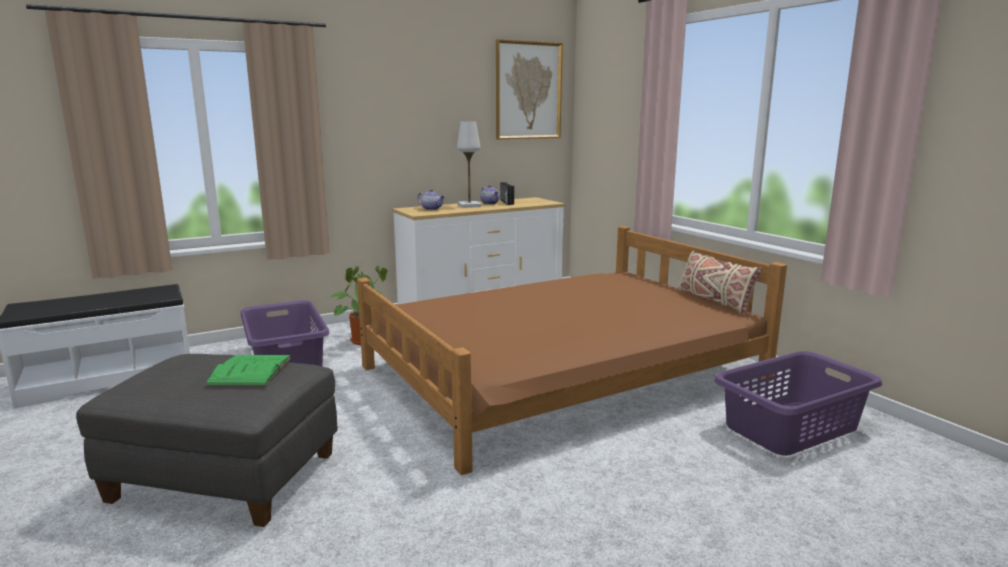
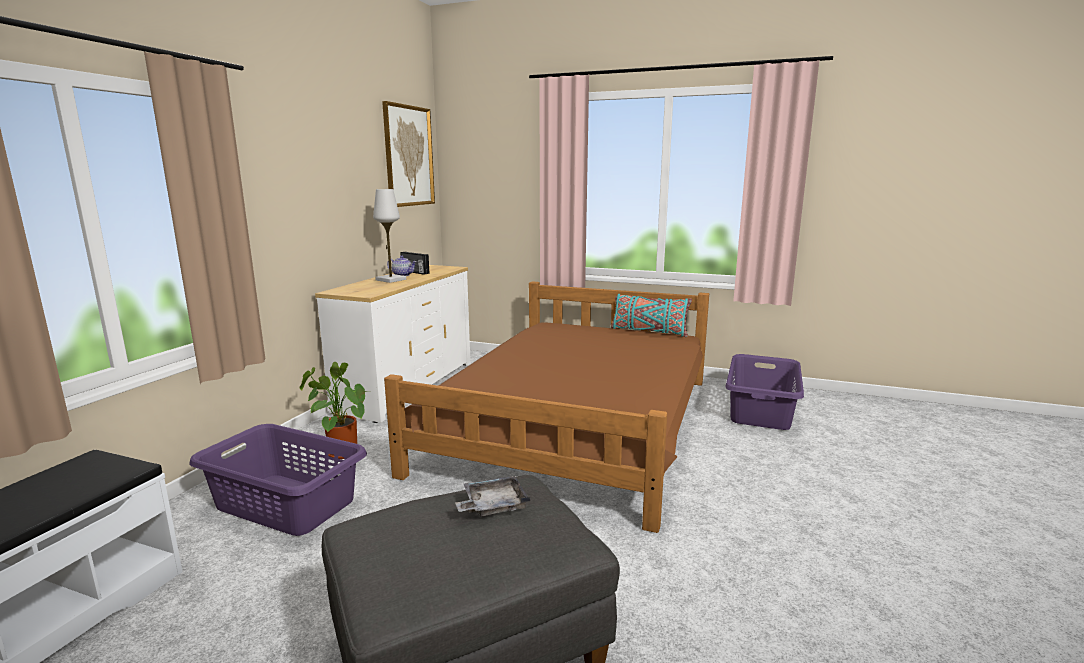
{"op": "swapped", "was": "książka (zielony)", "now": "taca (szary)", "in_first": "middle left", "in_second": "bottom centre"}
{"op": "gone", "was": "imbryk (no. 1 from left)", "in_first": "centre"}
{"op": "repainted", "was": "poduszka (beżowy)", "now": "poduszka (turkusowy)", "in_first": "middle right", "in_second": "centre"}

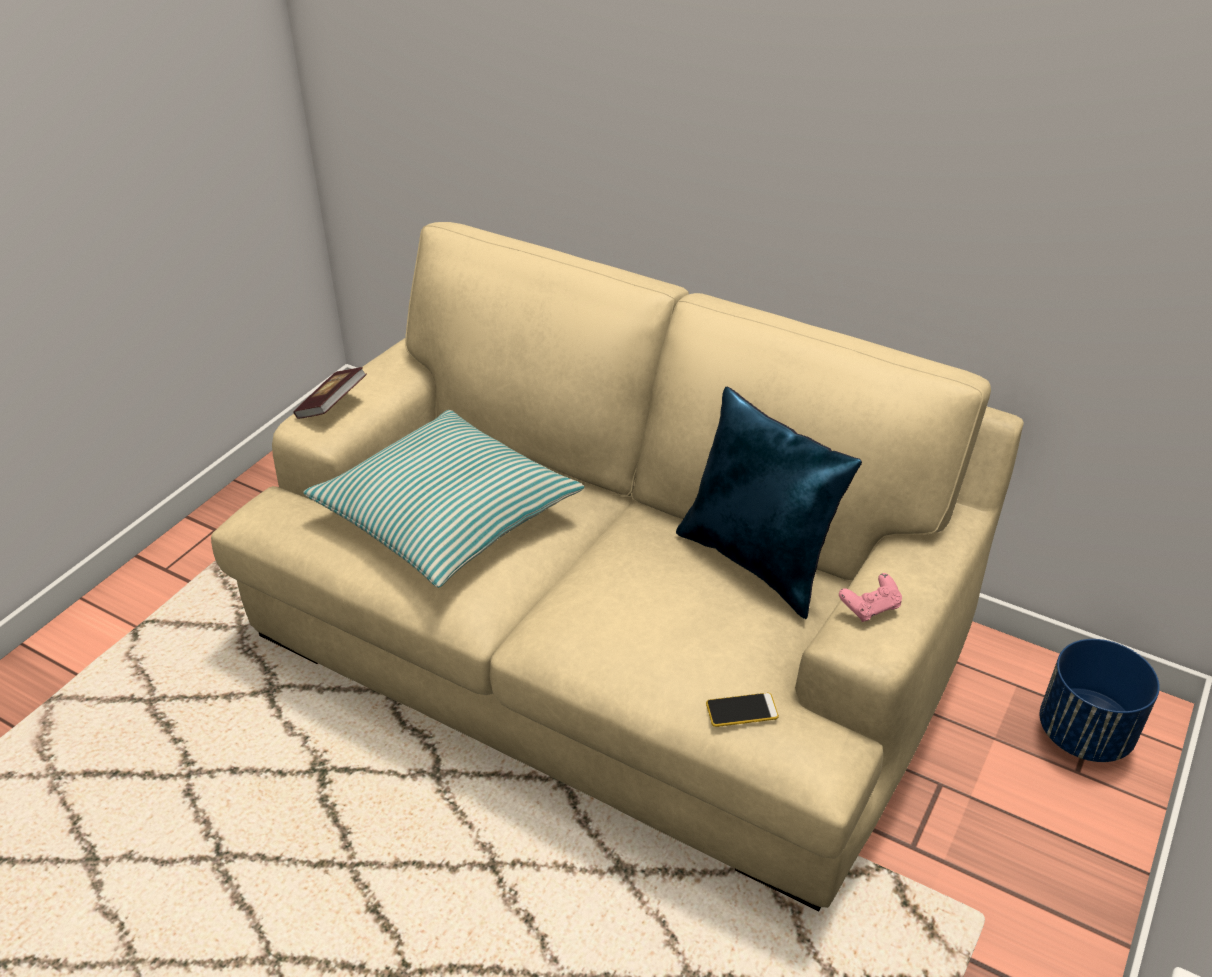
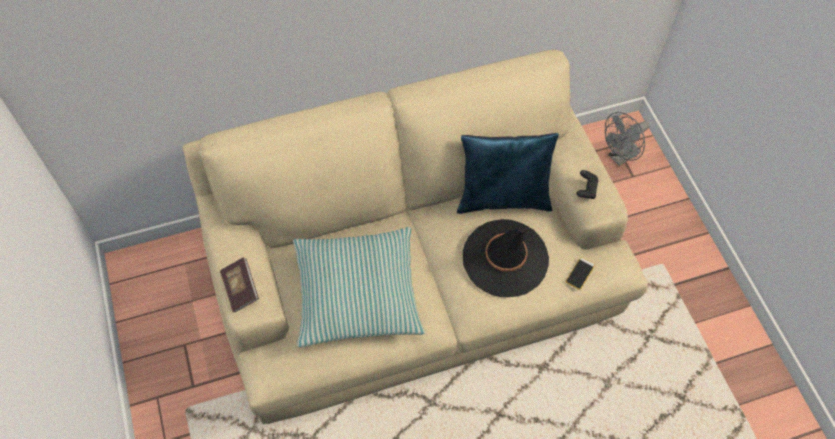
{"op": "repainted", "was": "pad do gier (różowy)", "now": "pad do gier (czarny)", "in_first": "middle right", "in_second": "middle right"}
{"op": "swapped", "was": "donica (niebieski)", "now": "wentylator (szary)", "in_first": "bottom right", "in_second": "top right"}
{"op": "new", "now": "kapelusz (czarny)", "in_second": "centre"}

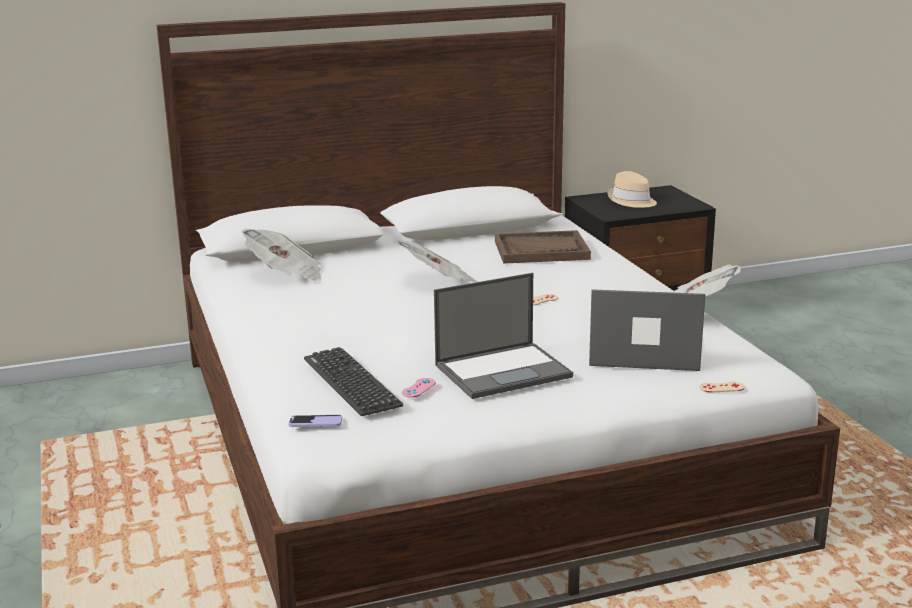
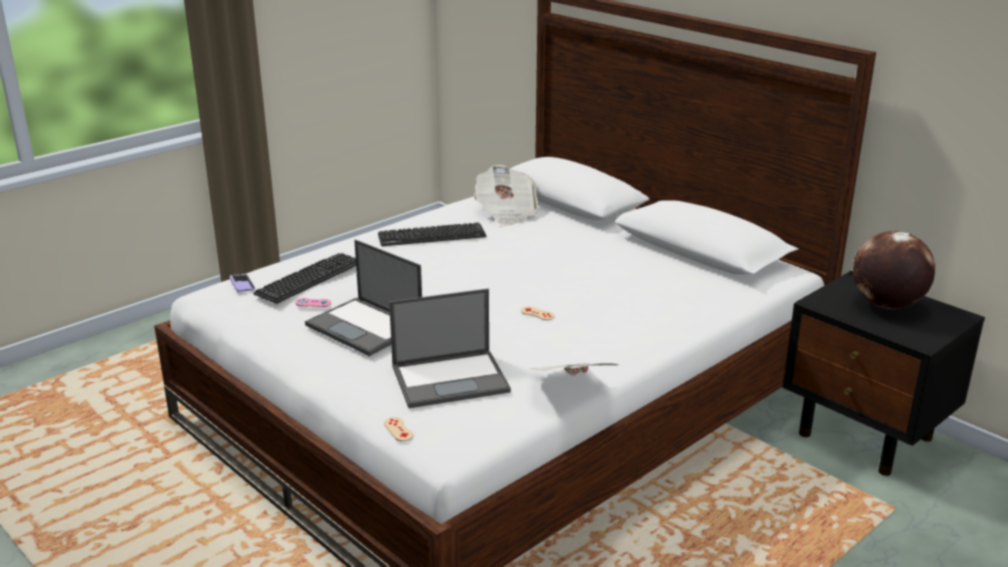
{"op": "gone", "was": "gazeta (no. 2 from left)", "in_first": "centre"}
{"op": "gone", "was": "taca (brązowy)", "in_first": "centre"}
{"op": "rotated", "was": "laptop (no. 2 from left)", "in_first": "middle right", "in_second": "centre", "clockwise": 90}
{"op": "swapped", "was": "kapelusz (beżowy)", "now": "globus", "in_first": "top right", "in_second": "middle right"}
{"op": "new", "now": "klawiatura (no. 2 from left)", "in_second": "centre"}

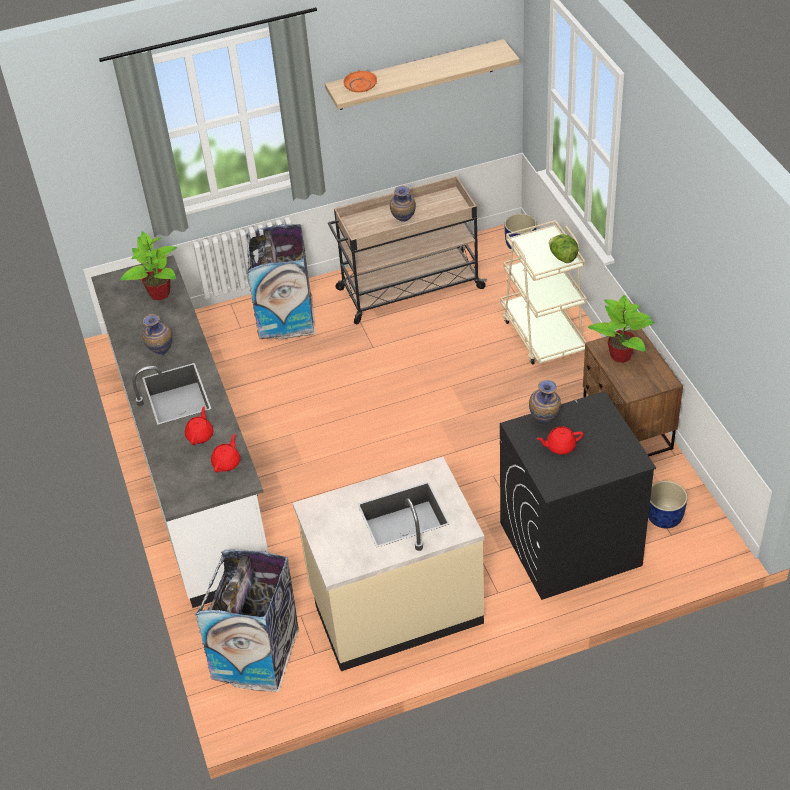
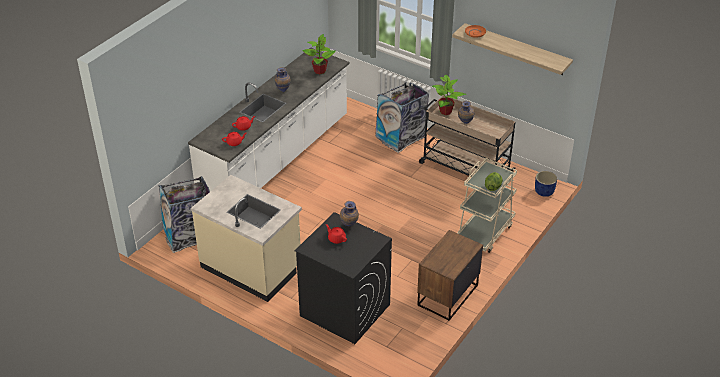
{"op": "shifted", "was": "roślina doniczkowa (no. 2 from left)", "in_first": "middle right", "in_second": "top centre"}
{"op": "gone", "was": "donica (niebieski) (no. 2 from left)", "in_first": "middle right"}

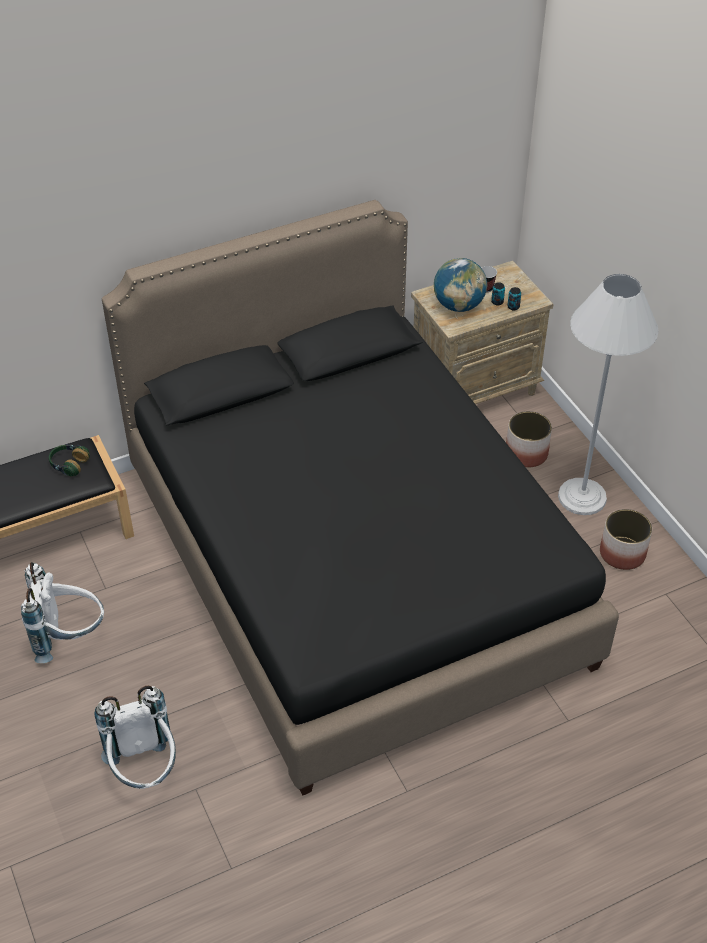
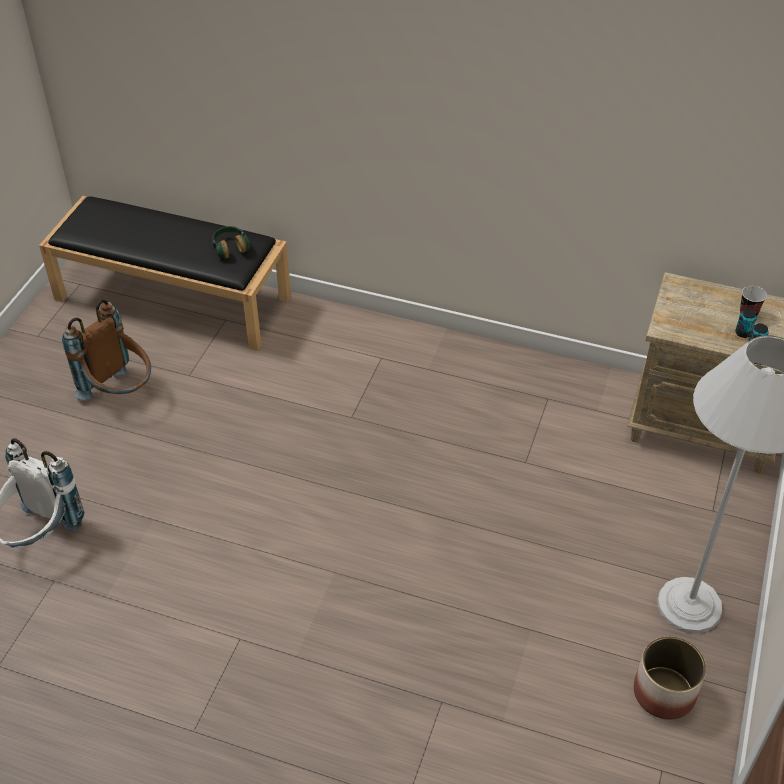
{"op": "repainted", "was": "plecak (biały) (no. 1 from left)", "now": "plecak (brązowy)", "in_first": "middle left", "in_second": "middle left"}
{"op": "gone", "was": "łóżko (czarny)", "in_first": "centre"}
{"op": "gone", "was": "globus", "in_first": "top centre"}
{"op": "gone", "was": "donica (no. 1 from left)", "in_first": "middle right"}

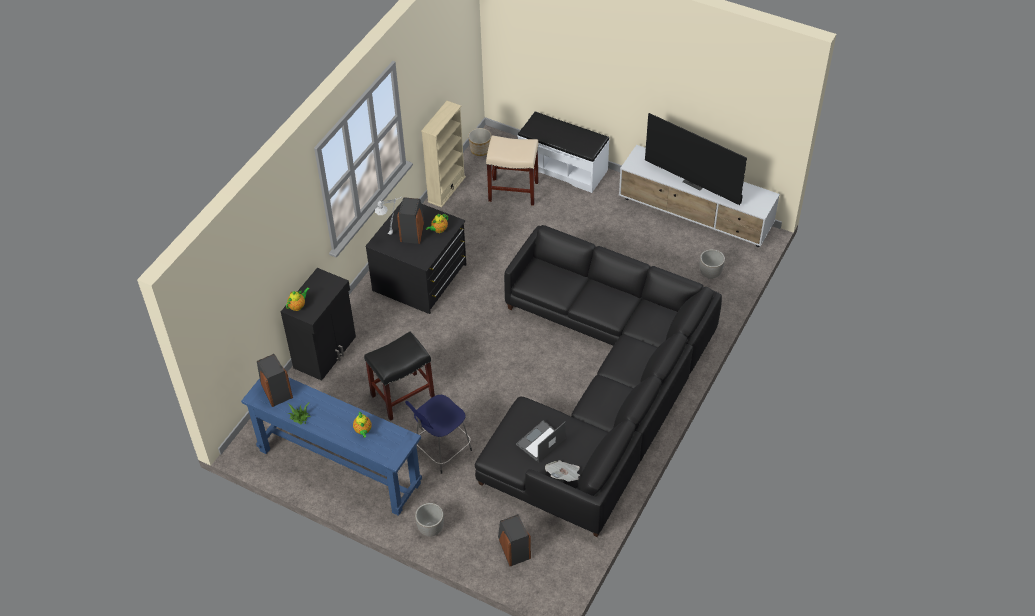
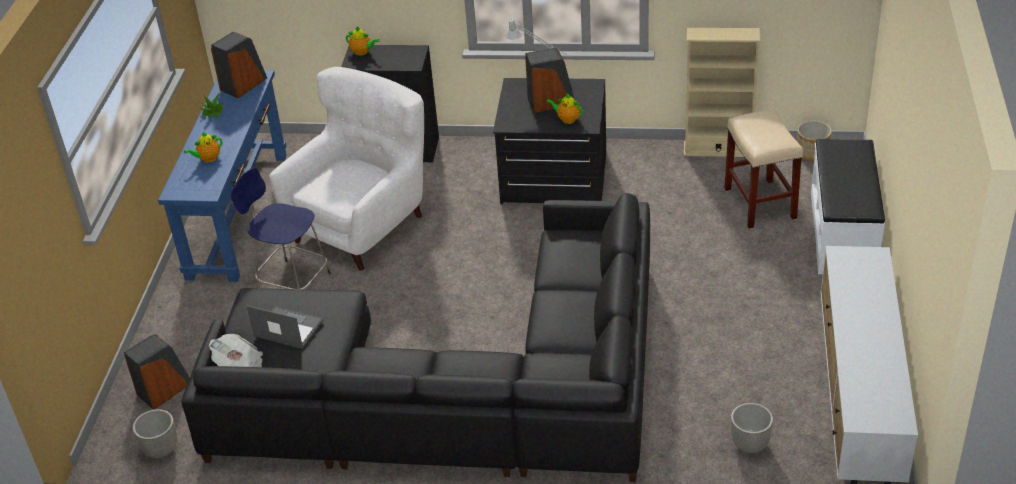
{"op": "swapped", "was": "stołek (czarny)", "now": "fotel (biały)", "in_first": "centre", "in_second": "centre"}
{"op": "shifted", "was": "donica (no. 1 from left)", "in_first": "bottom centre", "in_second": "bottom left"}
{"op": "gone", "was": "telewizor", "in_first": "top right"}

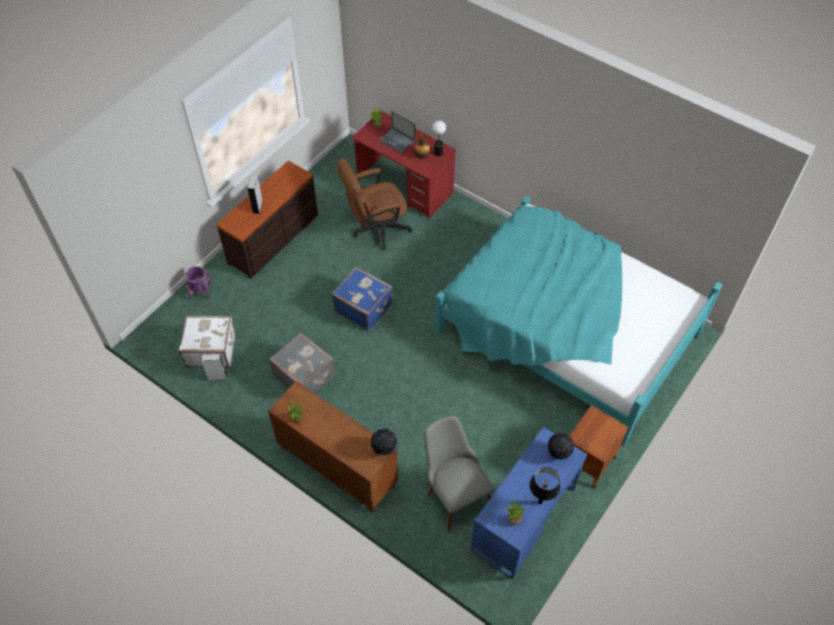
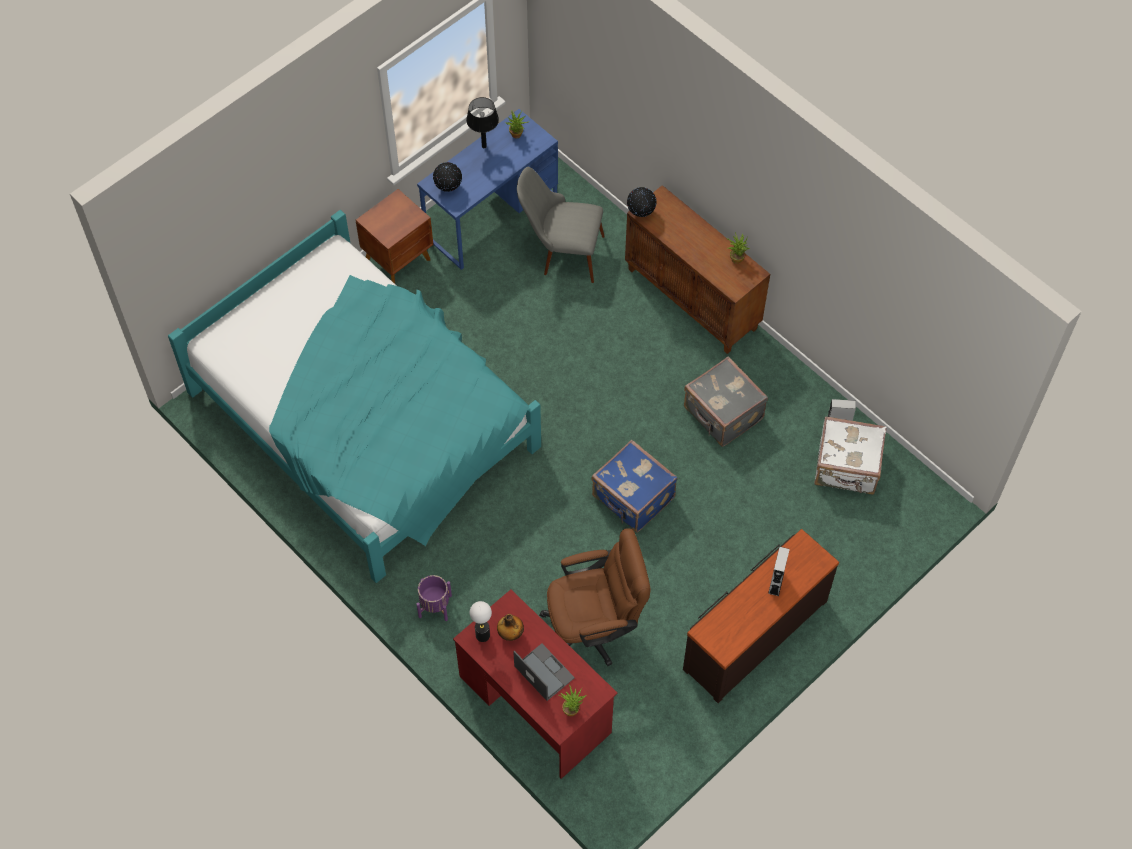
{"op": "shifted", "was": "donica (fioletowy)", "in_first": "middle left", "in_second": "bottom centre"}
{"op": "rotated", "was": "krzesło (szary)", "in_first": "bottom centre", "in_second": "top centre", "clockwise": 120}

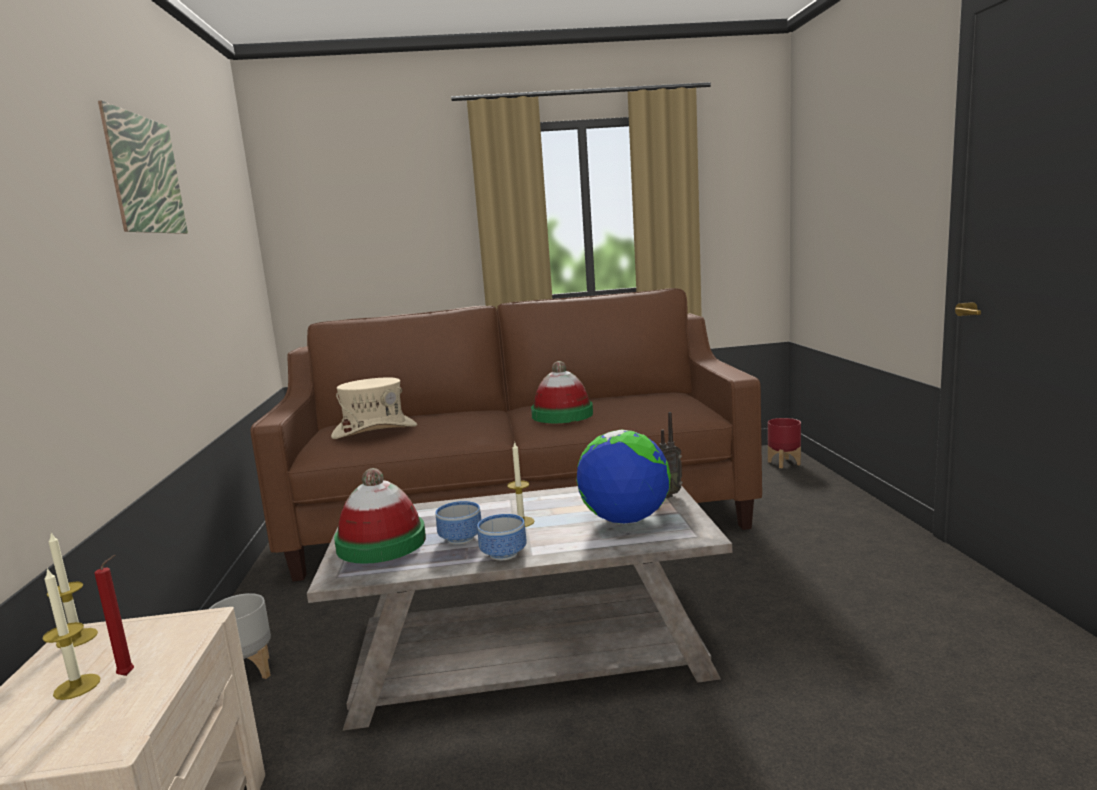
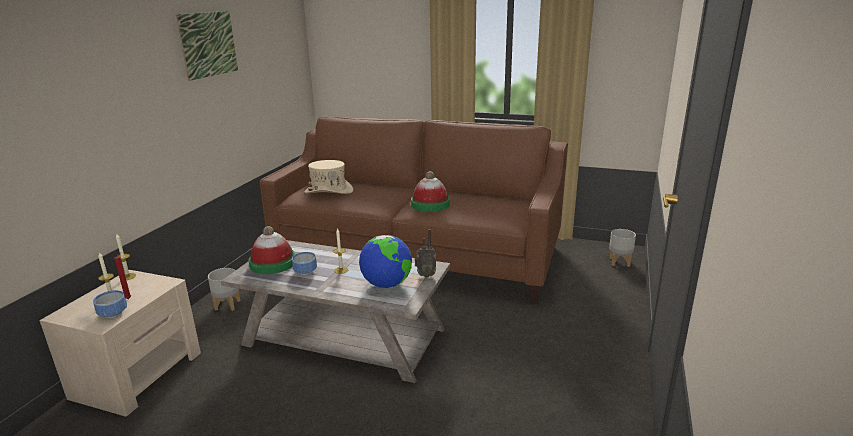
{"op": "shifted", "was": "miska (no. 2 from left in the first image)", "now": "miska (no. 1 from left)", "in_first": "bottom centre", "in_second": "bottom left"}
{"op": "repainted", "was": "donica (czerwony)", "now": "donica (szary) (no. 2 from left)", "in_first": "middle right", "in_second": "middle right"}

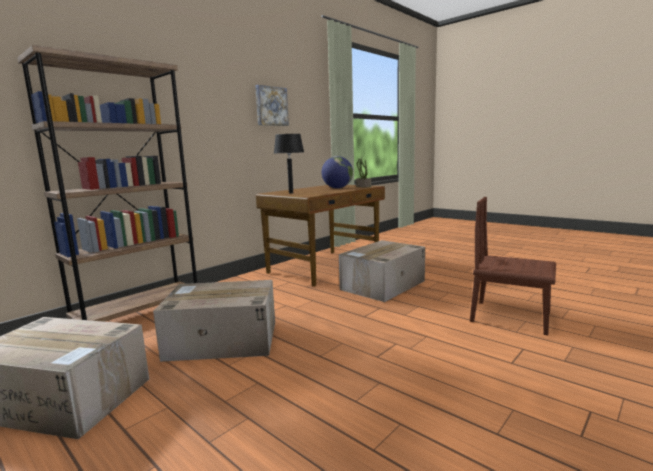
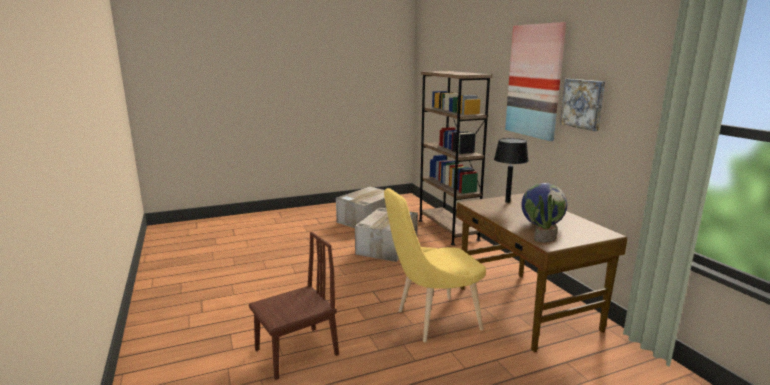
{"op": "swapped", "was": "karton (no. 3 from left)", "now": "krzesło (żółty)", "in_first": "centre", "in_second": "bottom centre"}
{"op": "new", "now": "obraz (no. 1 from left)", "in_second": "top right"}

